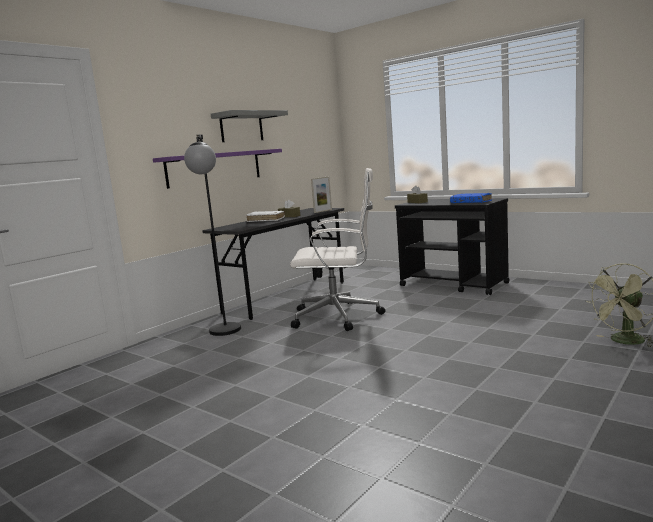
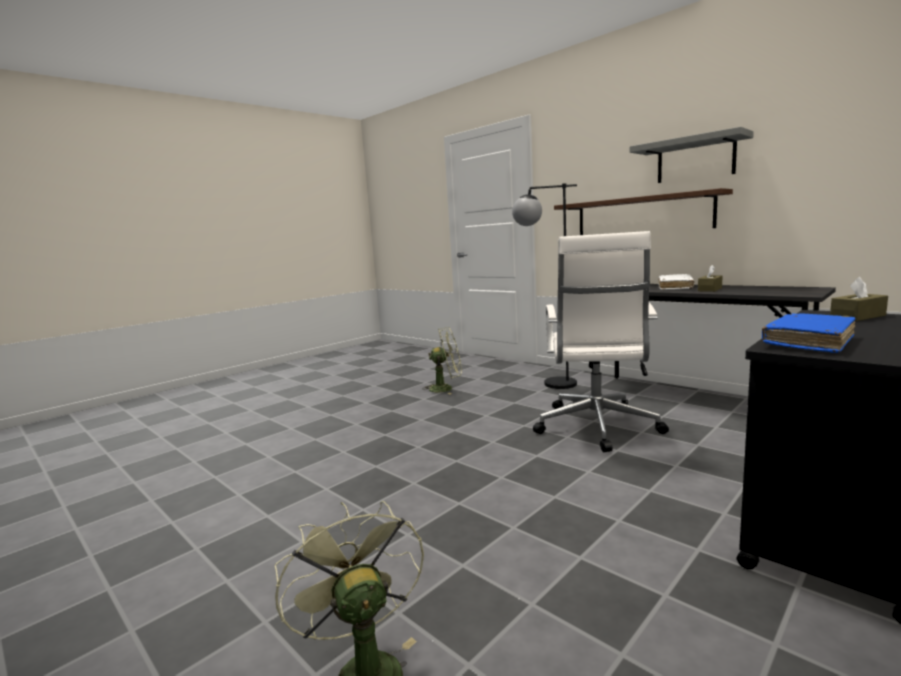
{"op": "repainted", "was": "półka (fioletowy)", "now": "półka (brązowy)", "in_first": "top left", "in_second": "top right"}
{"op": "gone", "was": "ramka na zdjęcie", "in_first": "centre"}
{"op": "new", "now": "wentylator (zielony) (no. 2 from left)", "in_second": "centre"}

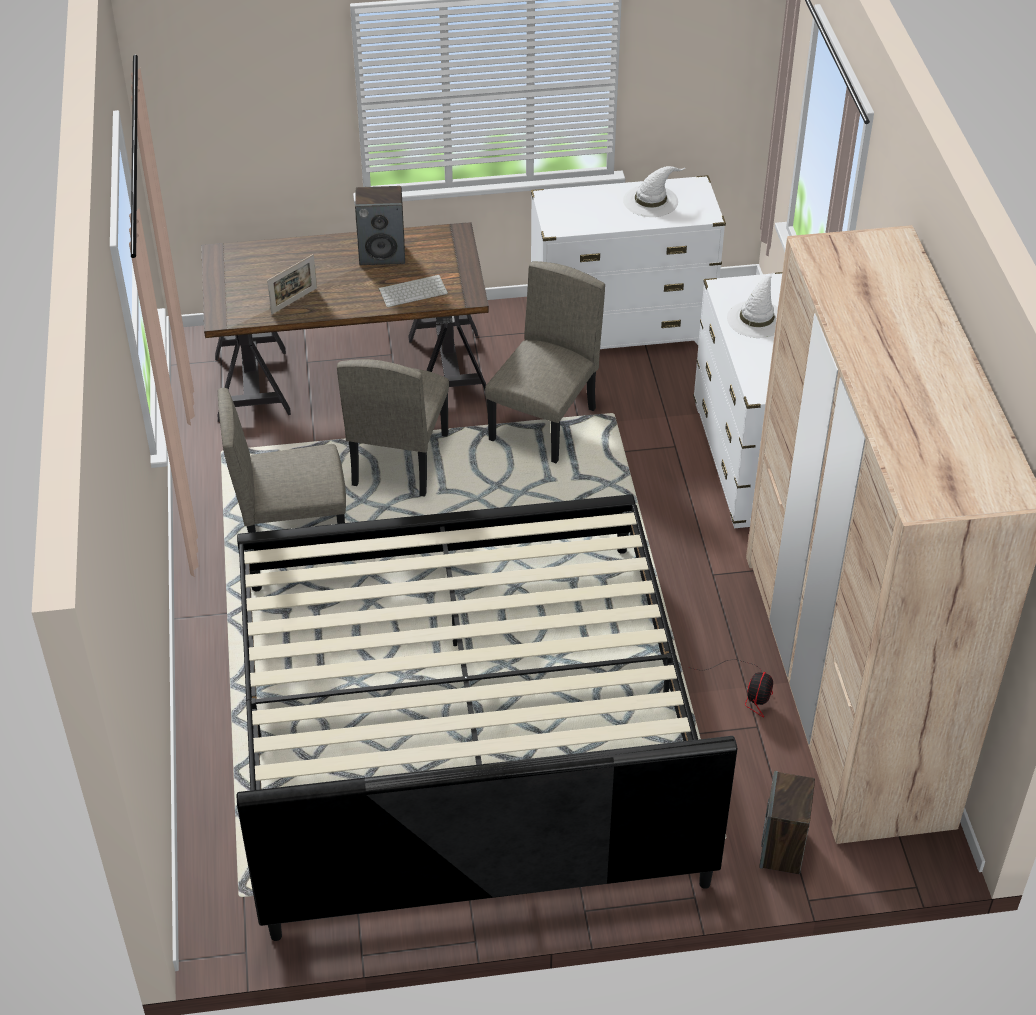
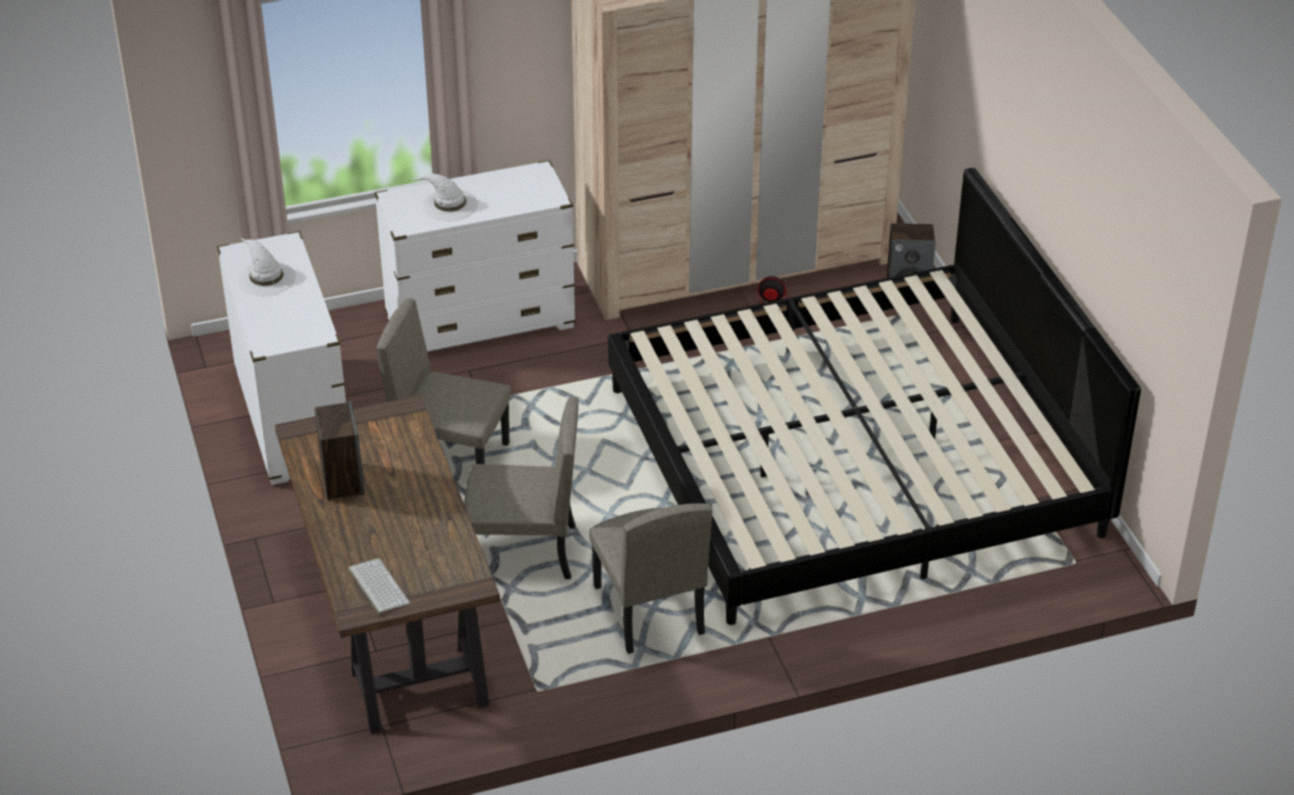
{"op": "gone", "was": "ramka na zdjęcie", "in_first": "top left"}
{"op": "shifted", "was": "klawiatura", "in_first": "top centre", "in_second": "bottom left"}

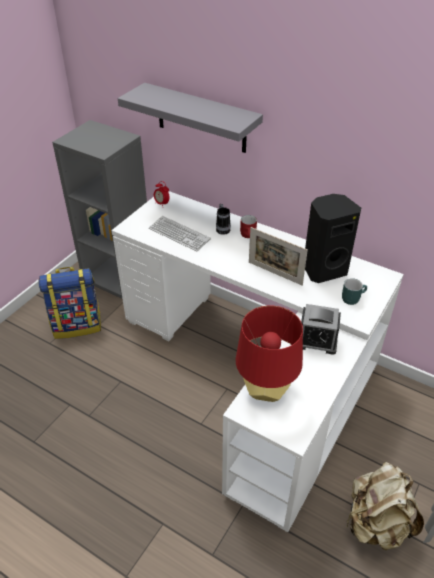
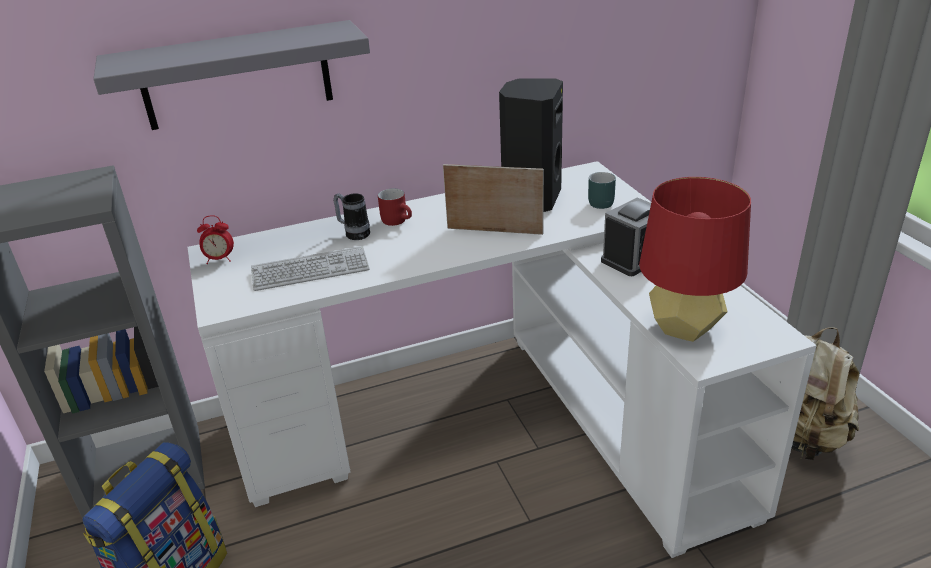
{"op": "rotated", "was": "ramka na zdjęcie", "in_first": "centre", "in_second": "centre", "clockwise": -150}

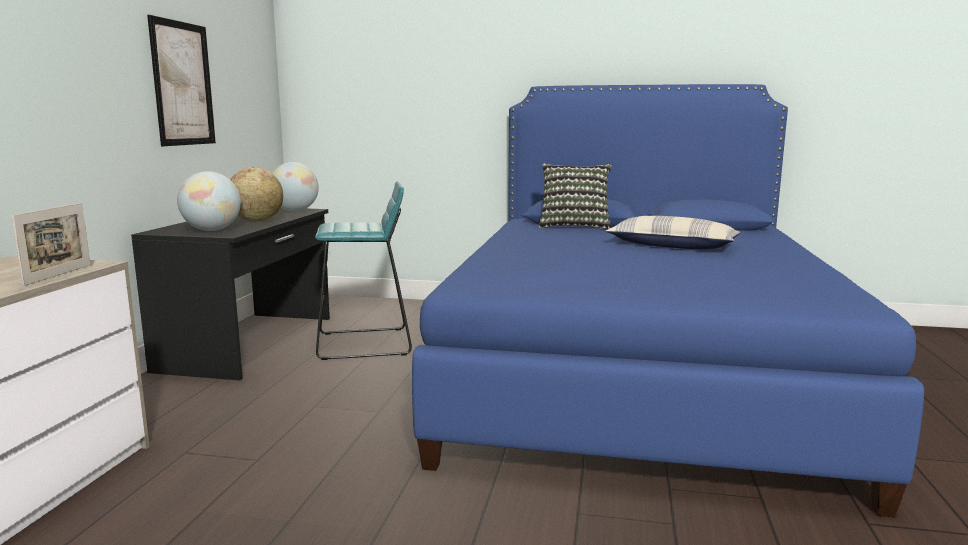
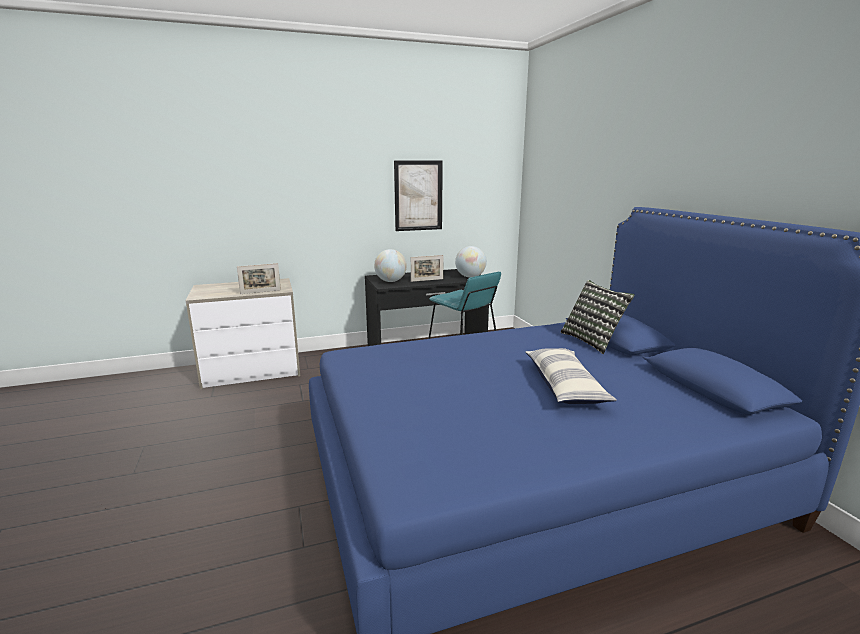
{"op": "swapped", "was": "globus (no. 2 from left)", "now": "ramka na zdjęcie (no. 2 from left)", "in_first": "middle left", "in_second": "centre"}

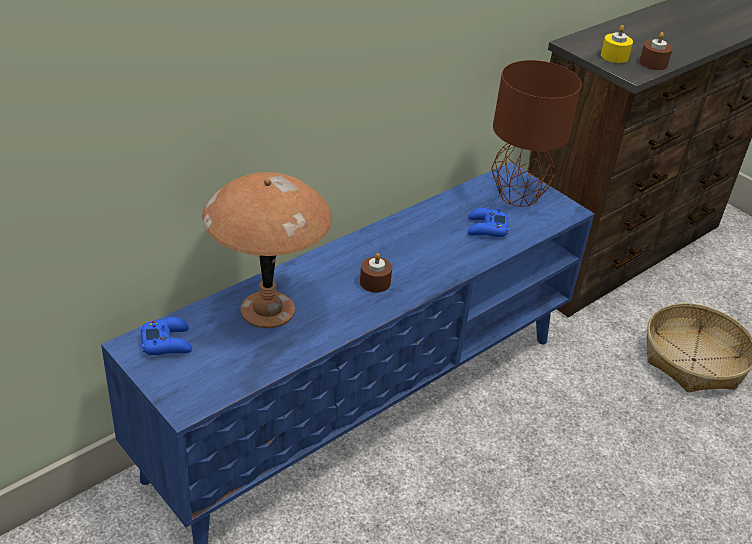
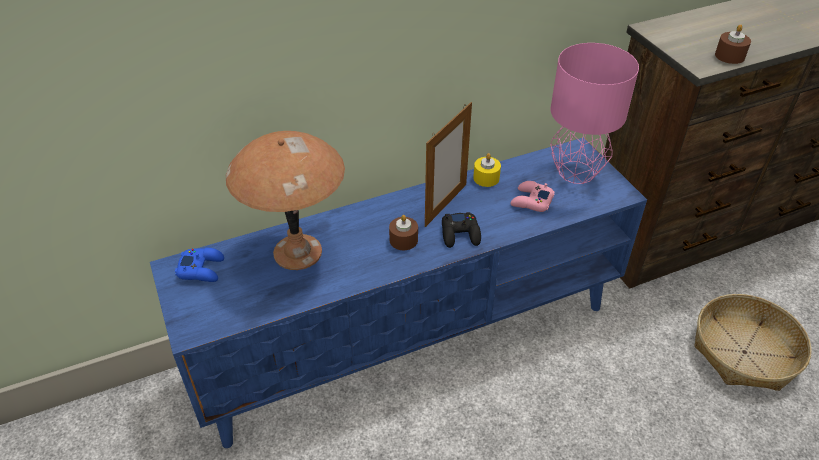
{"op": "repainted", "was": "pad do gier (niebieski) (no. 2 from left)", "now": "pad do gier (różowy)", "in_first": "centre", "in_second": "centre"}
{"op": "repainted", "was": "lampa stołowa (brązowy) (no. 2 from left)", "now": "lampa stołowa (różowy)", "in_first": "top right", "in_second": "top right"}
{"op": "shifted", "was": "świeca (żółty)", "in_first": "top right", "in_second": "centre"}
{"op": "new", "now": "ramka na zdjęcie", "in_second": "centre"}
{"op": "new", "now": "pad do gier (czarny)", "in_second": "centre"}

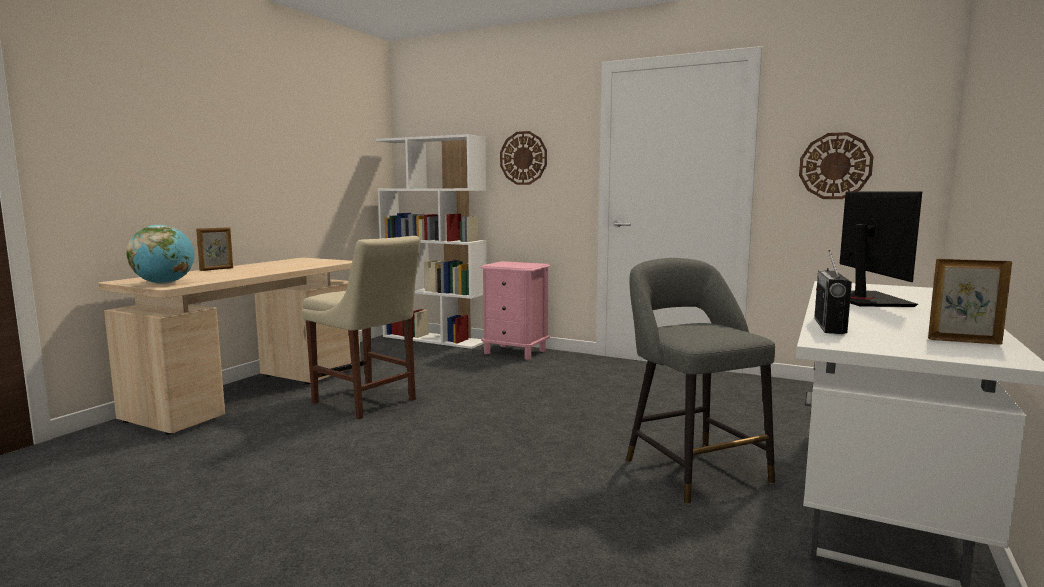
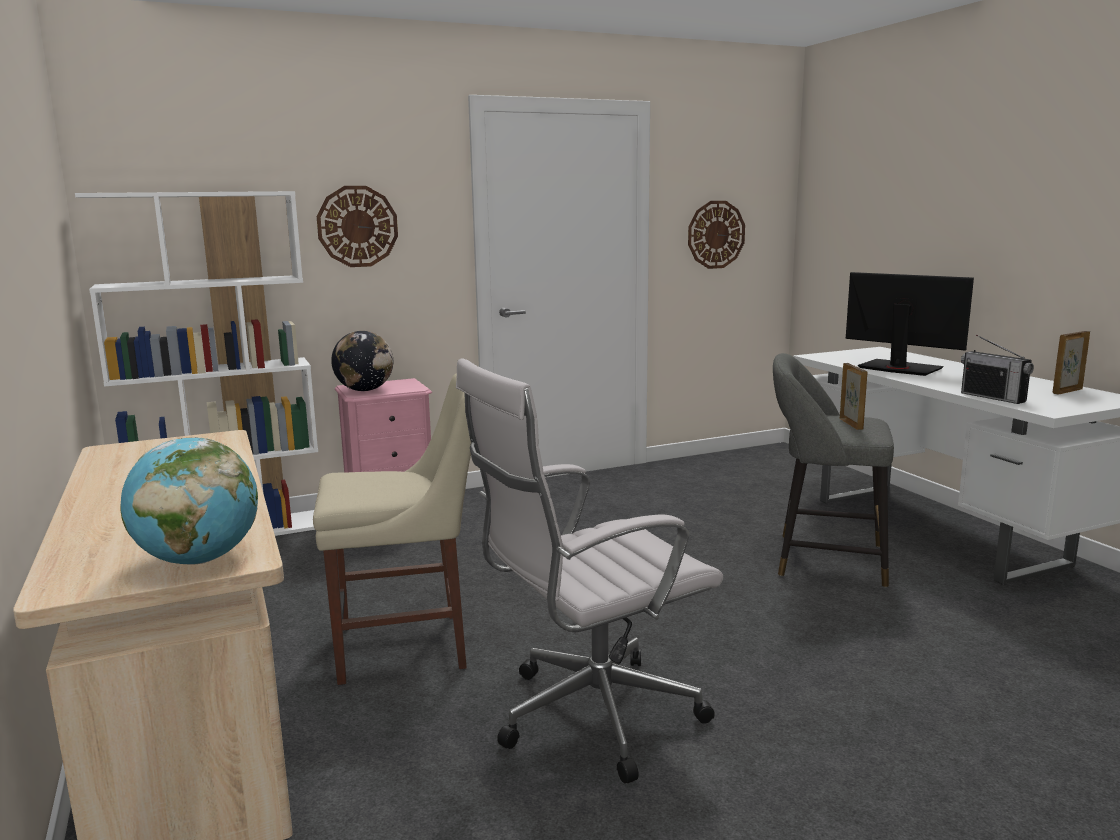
{"op": "shifted", "was": "ramka na zdjęcie (no. 1 from left)", "in_first": "middle left", "in_second": "middle right"}
{"op": "new", "now": "globus (no. 2 from left)", "in_second": "middle left"}
{"op": "new", "now": "krzesło biurowe (biały)", "in_second": "bottom centre"}

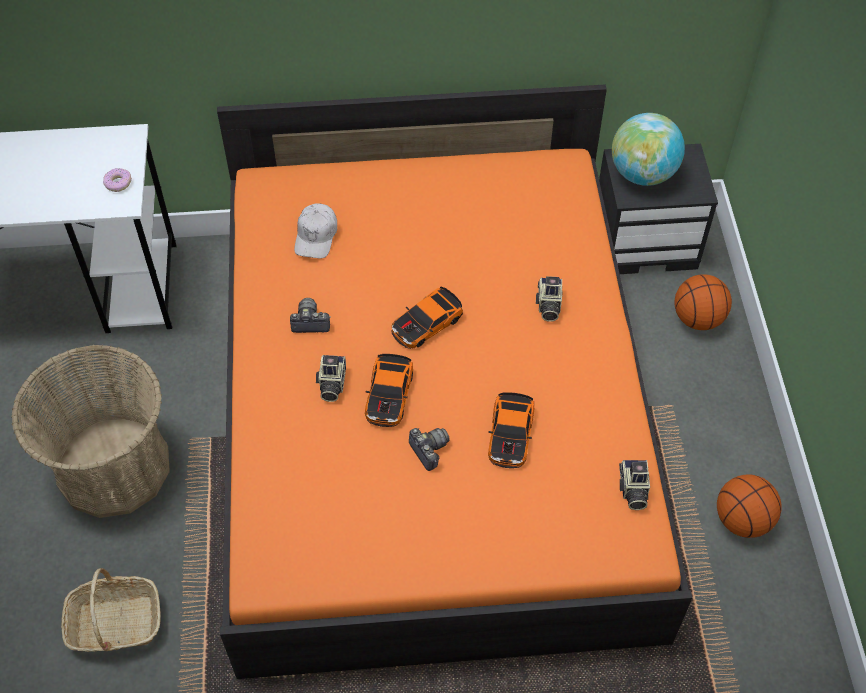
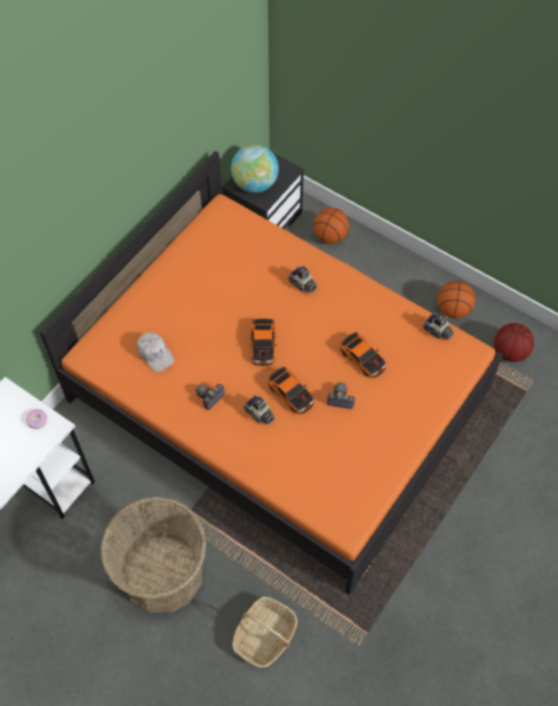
{"op": "new", "now": "piłka do koszykówki (no. 3 from left)", "in_second": "middle right"}

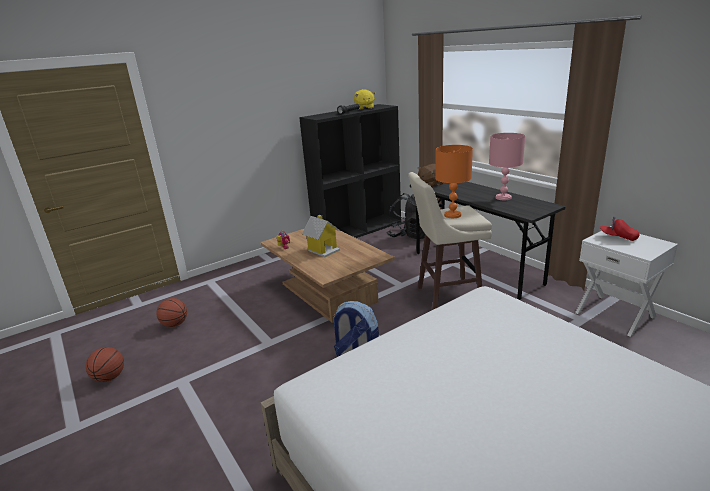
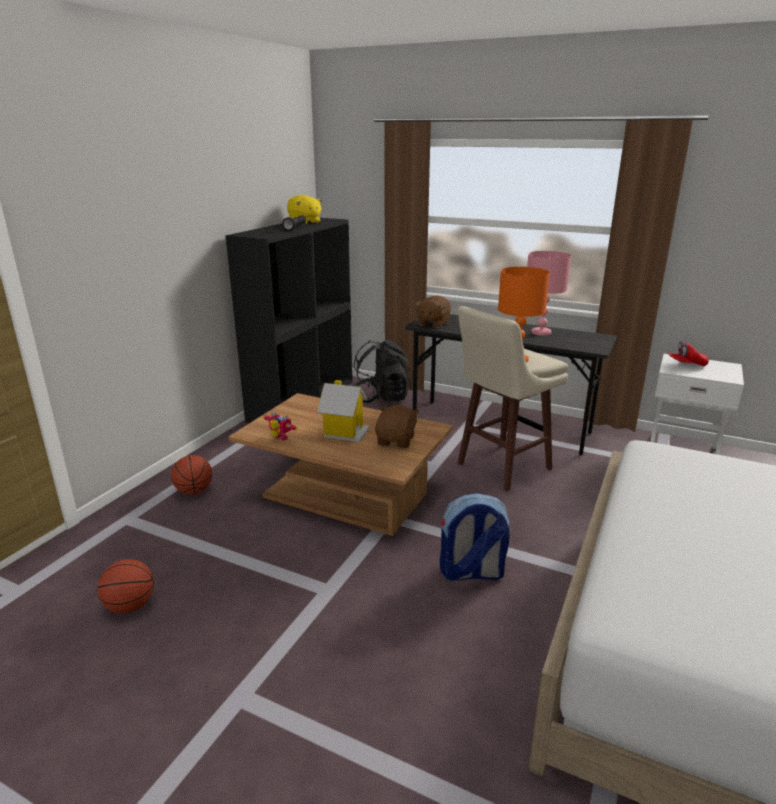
{"op": "shifted", "was": "piłka do koszykówki (no. 1 from left in the first image)", "now": "piłka do koszykówki (no. 2 from left)", "in_first": "bottom left", "in_second": "middle left"}
{"op": "new", "now": "pluszak (brązowy) (no. 1 from left)", "in_second": "centre"}

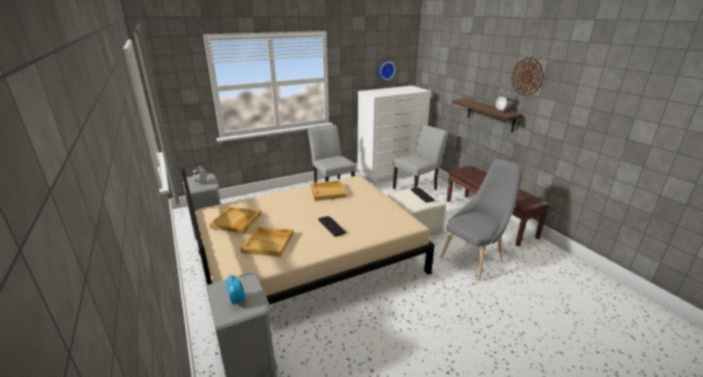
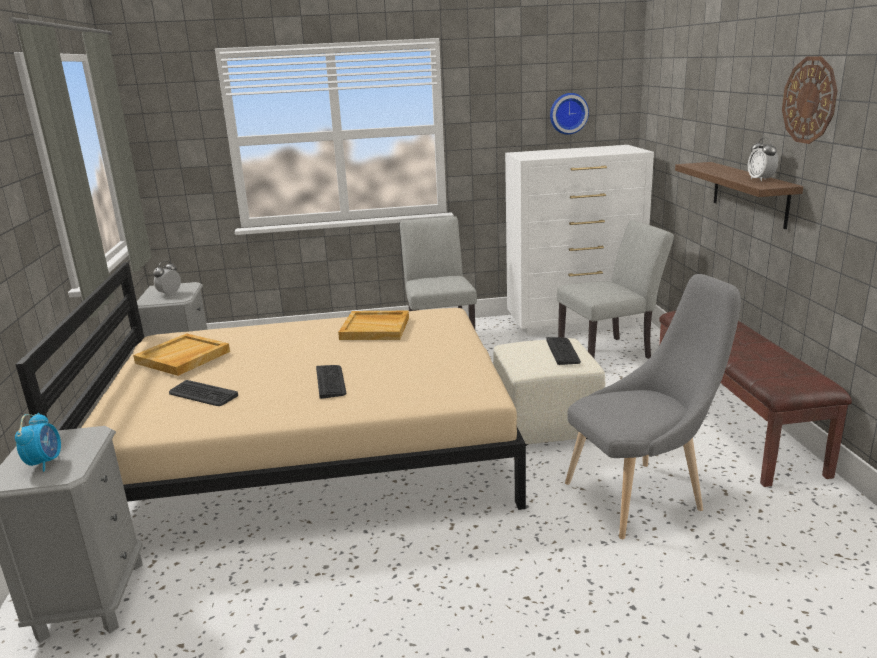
{"op": "swapped", "was": "taca (beżowy) (no. 2 from left)", "now": "klawiatura (no. 1 from left)", "in_first": "centre", "in_second": "middle left"}

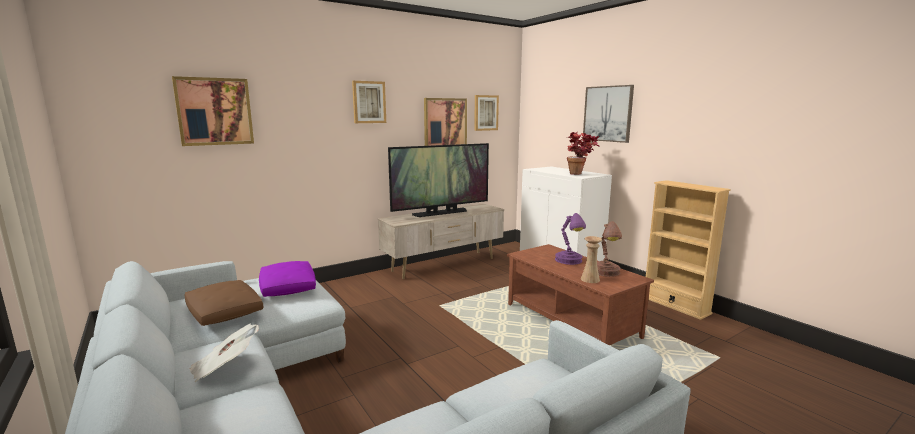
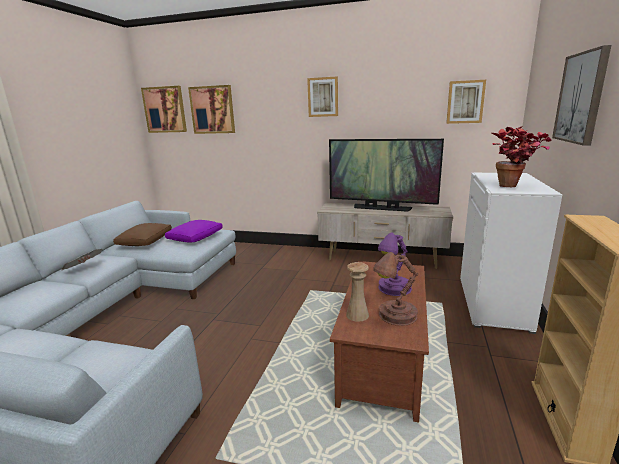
{"op": "shifted", "was": "obraz (no. 3 from left in the first image)", "now": "obraz (no. 1 from left)", "in_first": "top centre", "in_second": "top left"}

